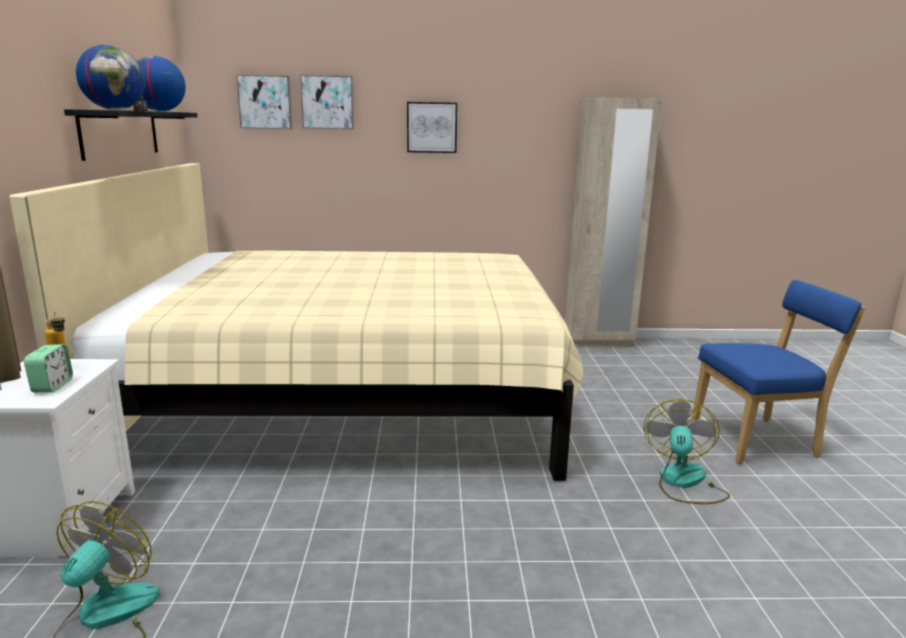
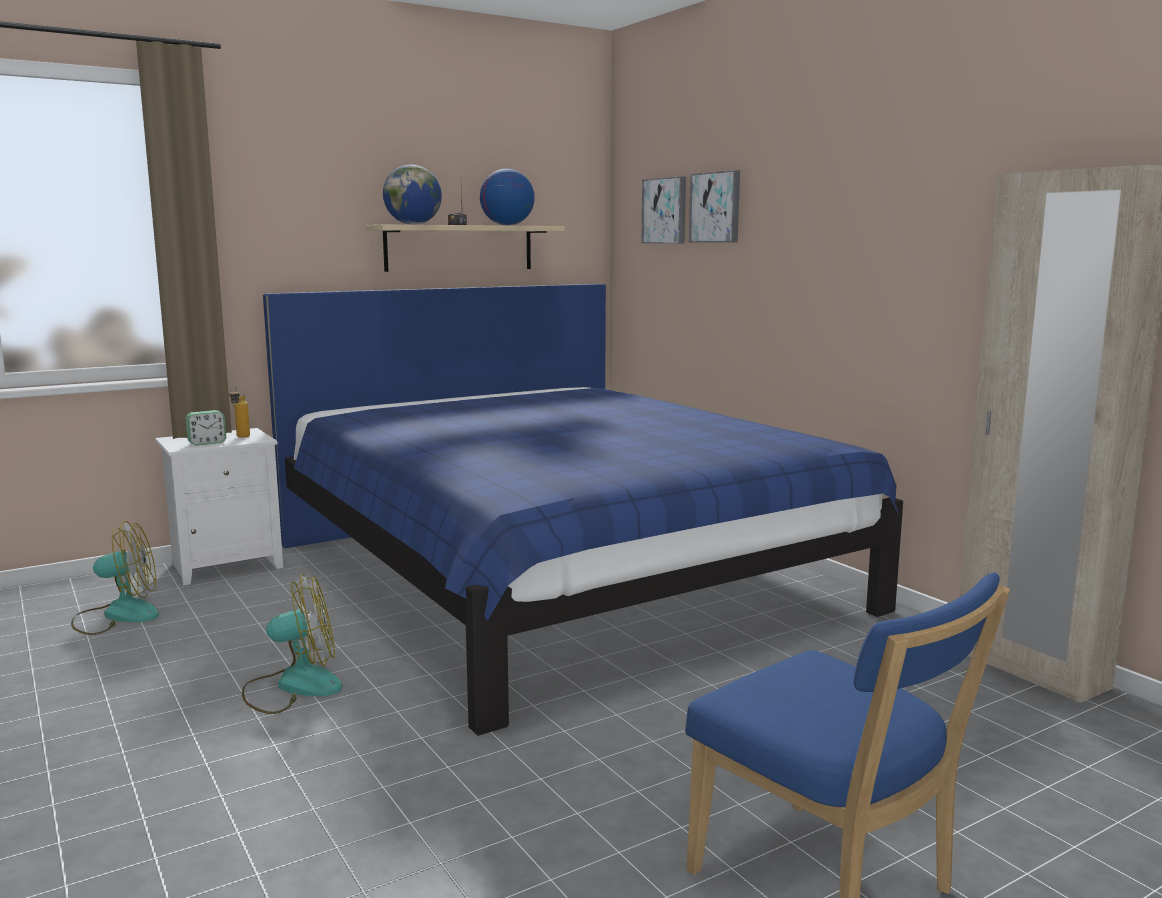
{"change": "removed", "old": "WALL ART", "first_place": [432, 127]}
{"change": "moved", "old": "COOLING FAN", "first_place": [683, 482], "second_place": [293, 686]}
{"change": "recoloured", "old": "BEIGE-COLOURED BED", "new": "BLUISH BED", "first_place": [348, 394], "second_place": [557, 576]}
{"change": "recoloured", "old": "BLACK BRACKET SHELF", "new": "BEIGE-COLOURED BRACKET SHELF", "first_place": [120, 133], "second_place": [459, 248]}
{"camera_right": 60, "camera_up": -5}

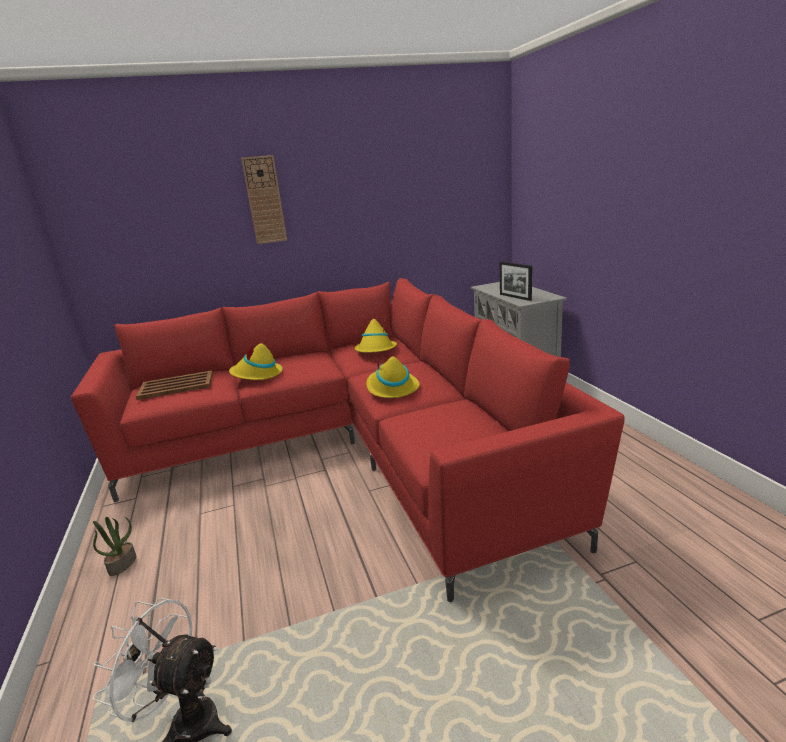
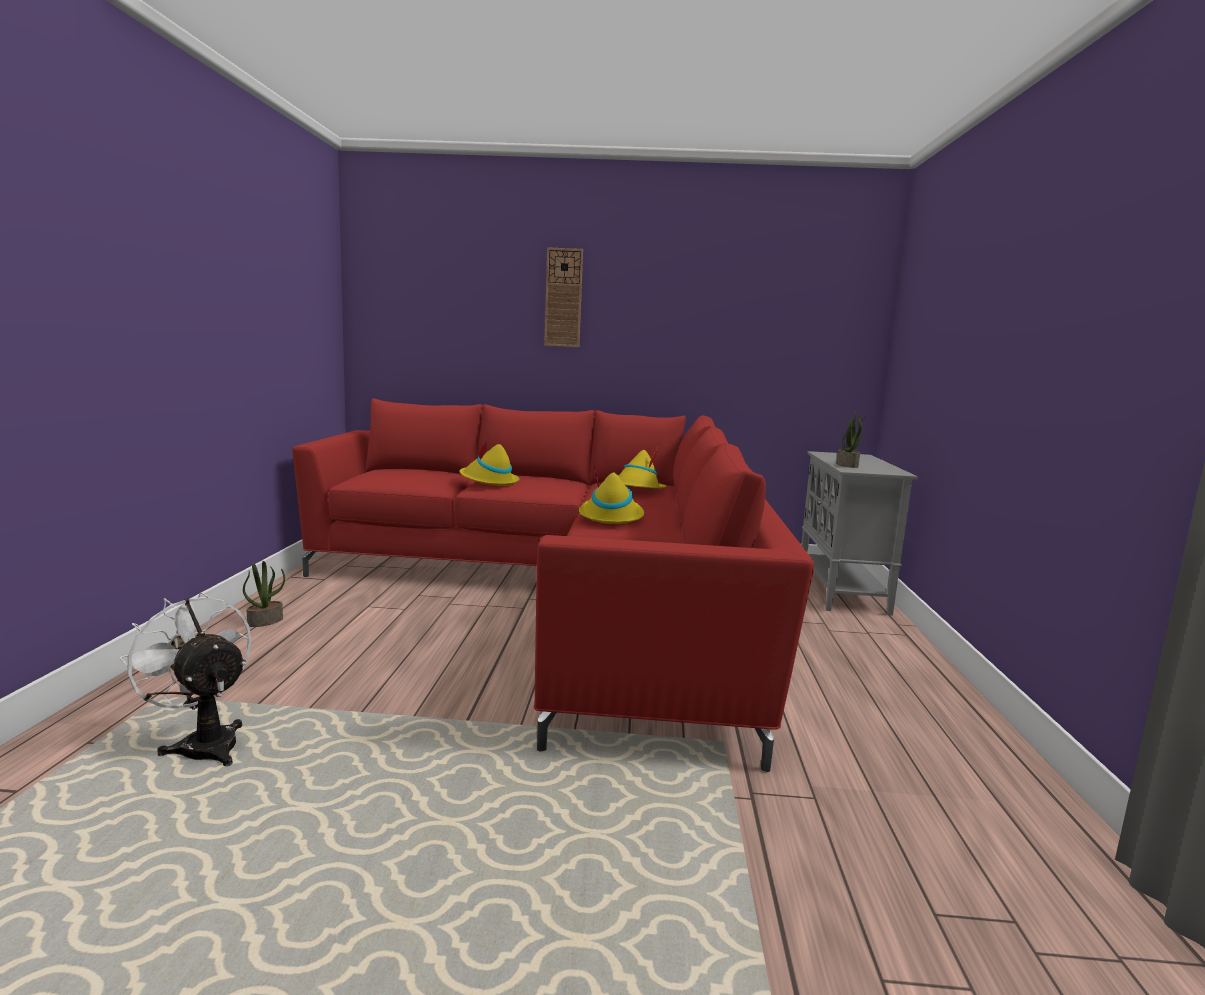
{"change": "removed", "old": "BROWN-COLOURED TRAY", "first_place": [175, 386]}
{"change": "replaced", "old": "STANDING FRAME", "new": "POTTED PLANT", "first_place": [515, 297], "second_place": [847, 465]}
{"camera_right": 20, "camera_up": -10}

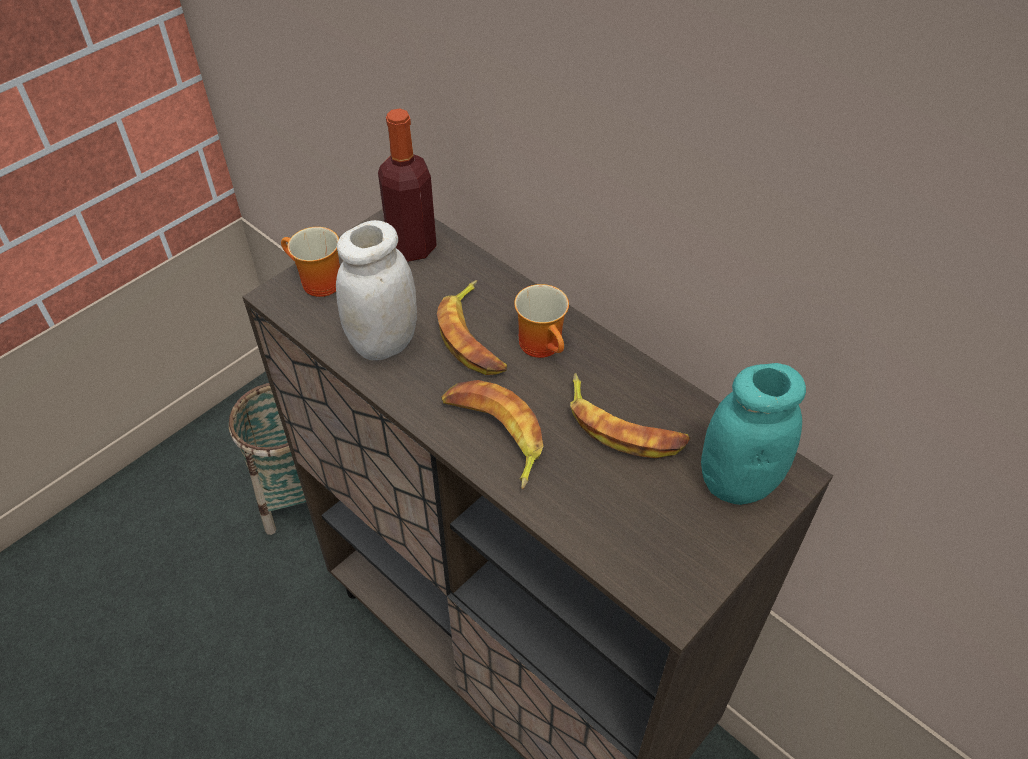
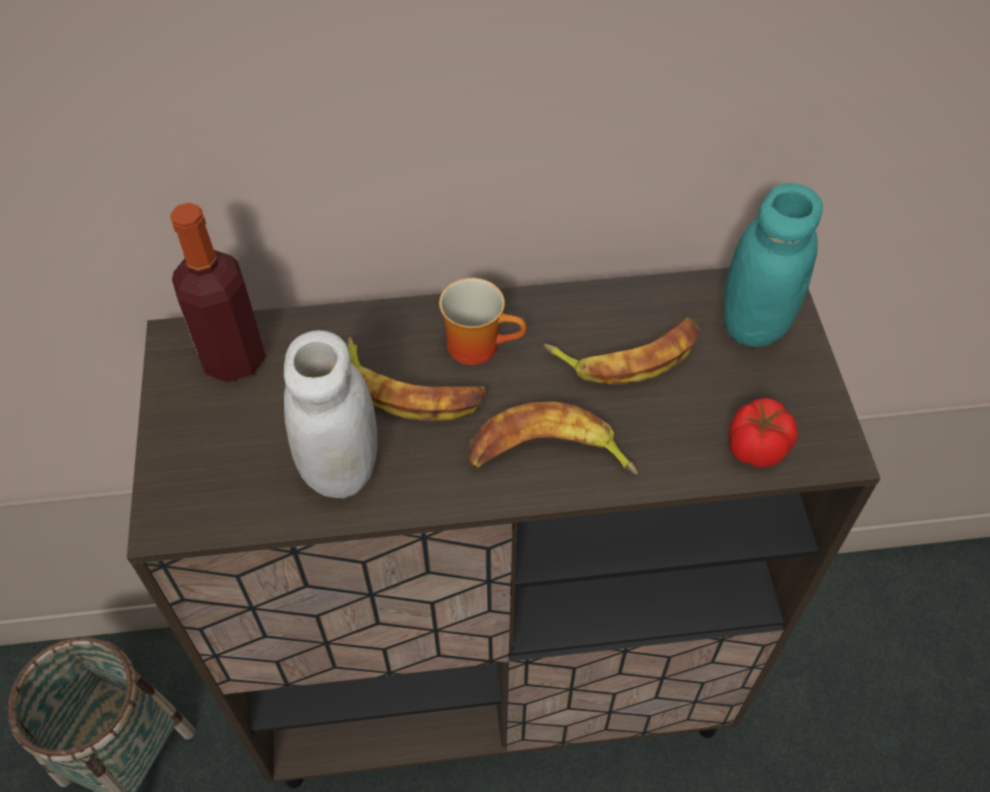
{"change": "removed", "old": "COFFEE MUG", "first_place": [316, 283]}
{"change": "added", "new": "FRESH TOMATO", "second_place": [755, 448]}
{"camera_right": -50, "camera_up": 5}

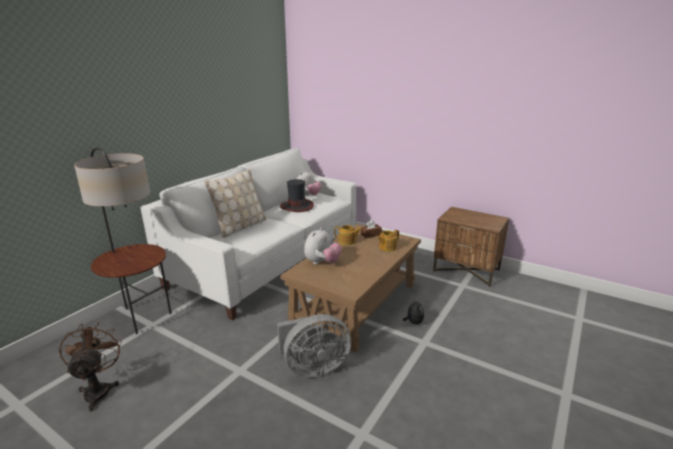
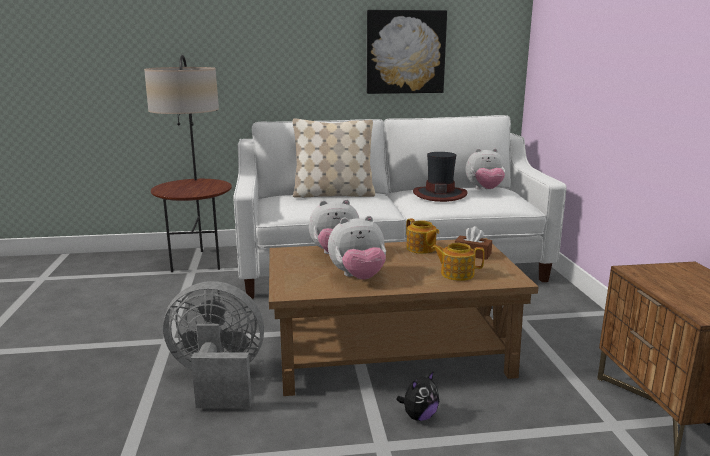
{"change": "removed", "old": "BROWN-COLOURED COOLING FAN", "first_place": [98, 389]}
{"change": "added", "new": "CUDDLY TOY", "second_place": [358, 277]}
{"change": "added", "new": "WALL ART", "second_place": [405, 52]}
{"change": "turned", "old": "GREY COOLING FAN", "first_place": [313, 367], "second_place": [218, 380], "degrees": 150}
{"camera_right": 50, "camera_up": -5}

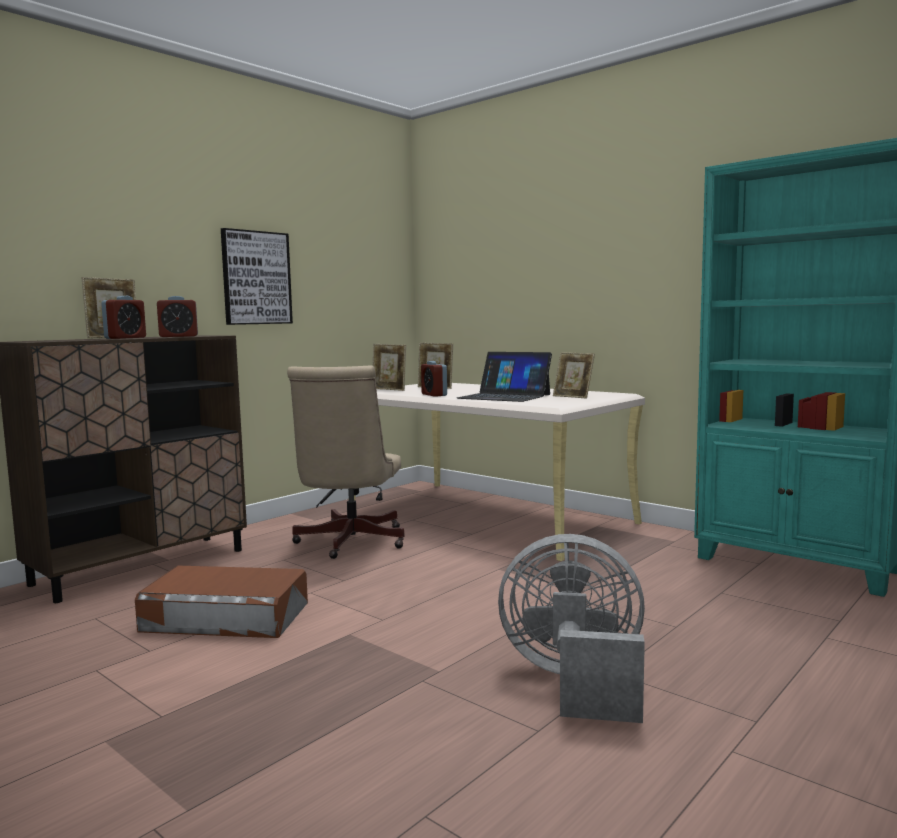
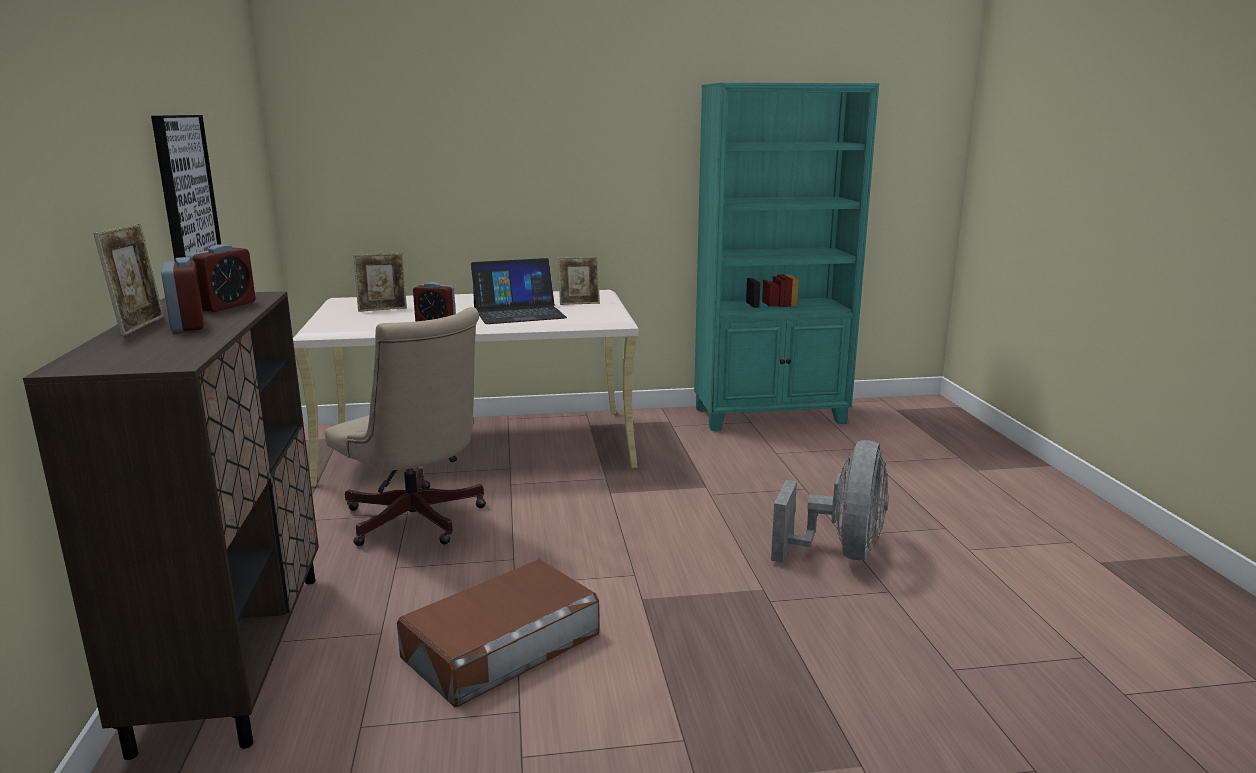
{"change": "removed", "old": "STANDING FRAME", "first_place": [389, 389]}
{"change": "turned", "old": "GREY COOLING FAN", "first_place": [575, 682], "second_place": [840, 552], "degrees": 150}
{"camera_right": -50, "camera_up": 10}

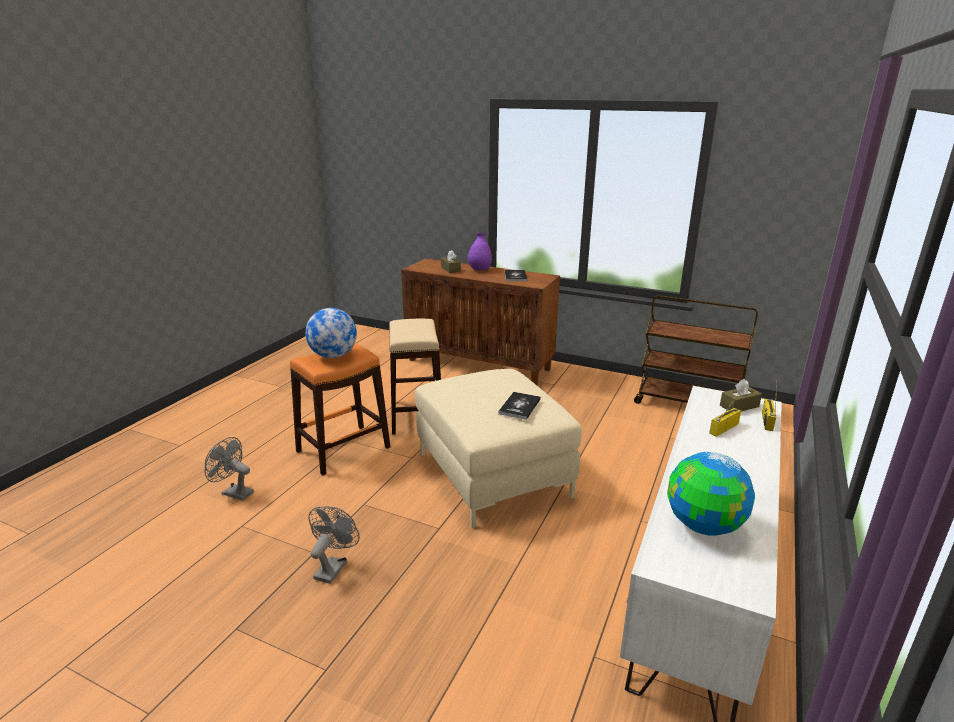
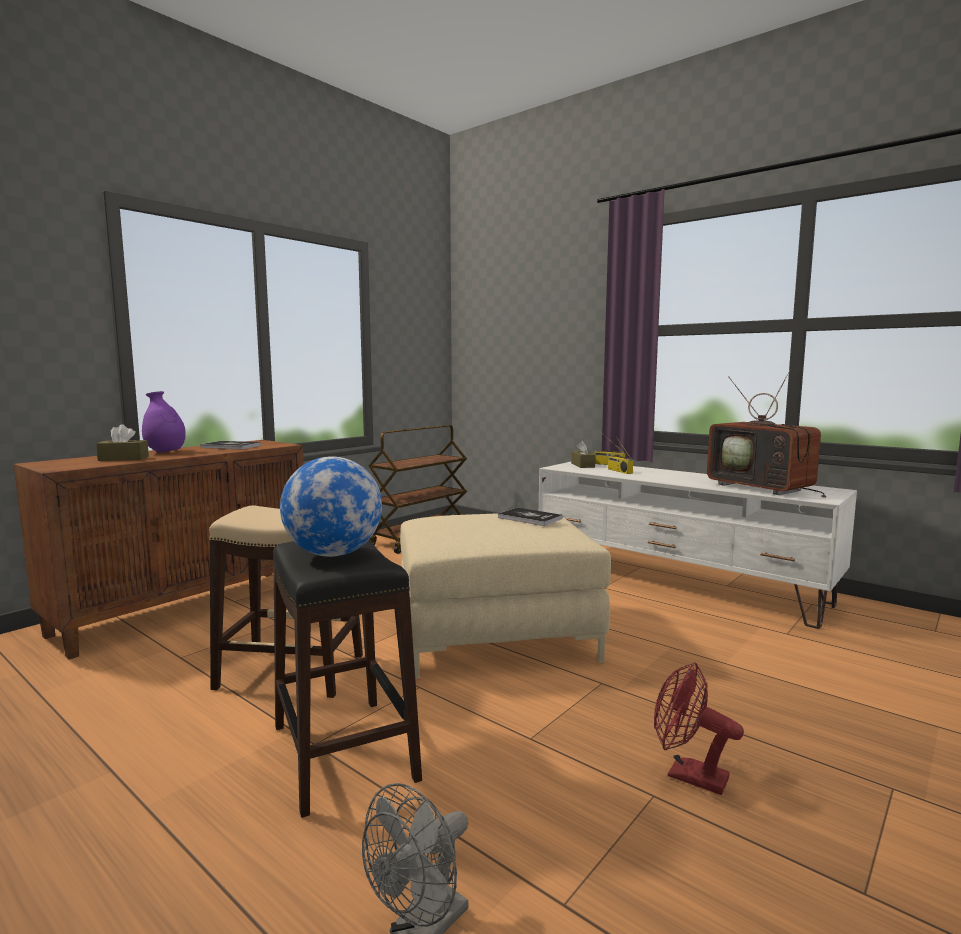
{"change": "replaced", "old": "WORLD GLOBE", "new": "TELEVISION", "first_place": [704, 526], "second_place": [764, 488]}
{"change": "recoloured", "old": "ORANGEY STOOL SEAT", "new": "BLACK STOOL SEAT", "first_place": [344, 449], "second_place": [344, 751]}
{"change": "recoloured", "old": "GREY COOLING FAN", "new": "RED-COLOURED COOLING FAN", "first_place": [333, 567], "second_place": [688, 775]}
{"camera_right": -75, "camera_up": -15}

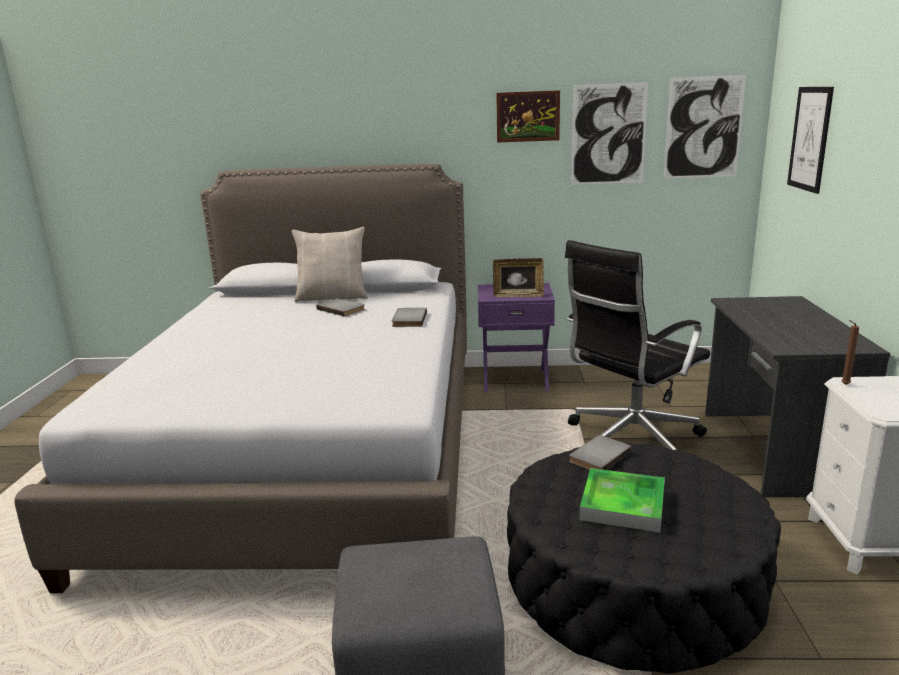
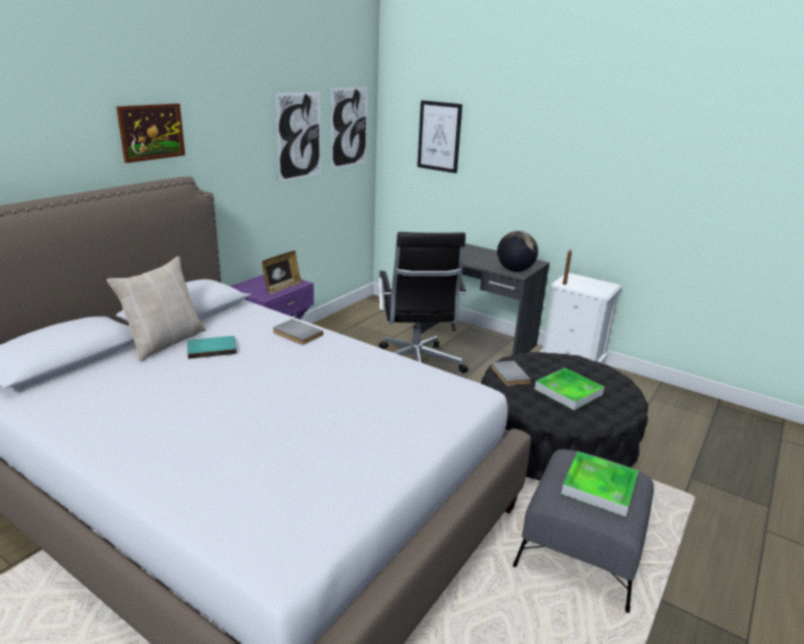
{"change": "added", "new": "WORLD GLOBE", "second_place": [515, 270]}
{"change": "added", "new": "TRAY", "second_place": [599, 486]}
{"change": "moved", "old": "WALL ART", "first_place": [528, 116], "second_place": [151, 132]}
{"change": "recoloured", "old": "GREY VOLUME", "new": "TURQUOISE-COLOURED VOLUME", "first_place": [342, 309], "second_place": [212, 348]}
{"camera_right": -60, "camera_up": 5}

